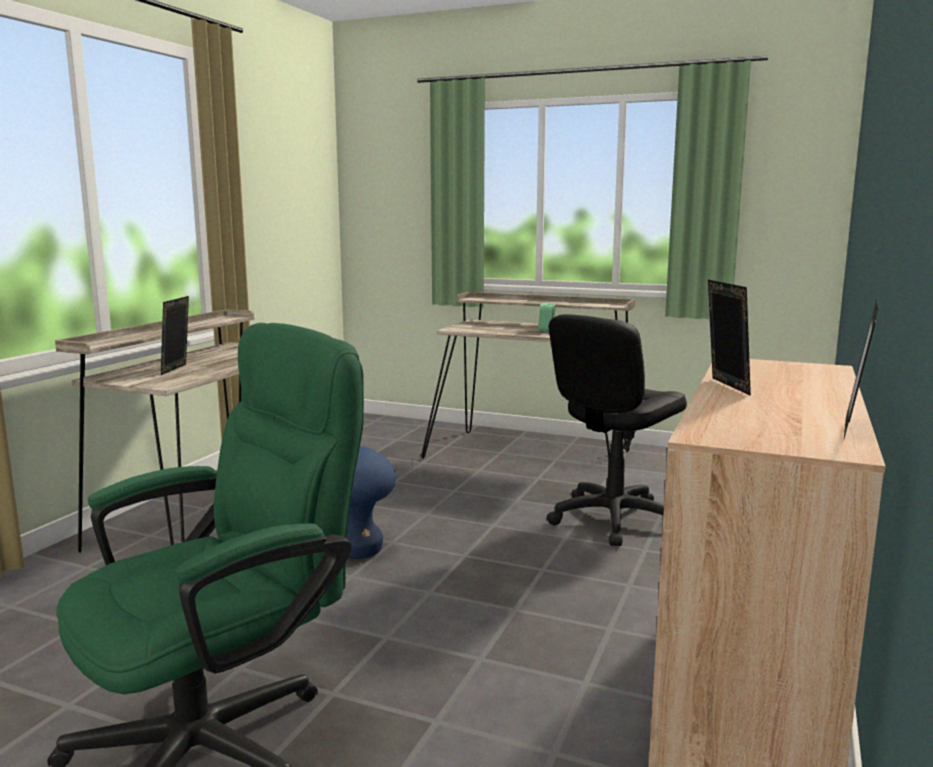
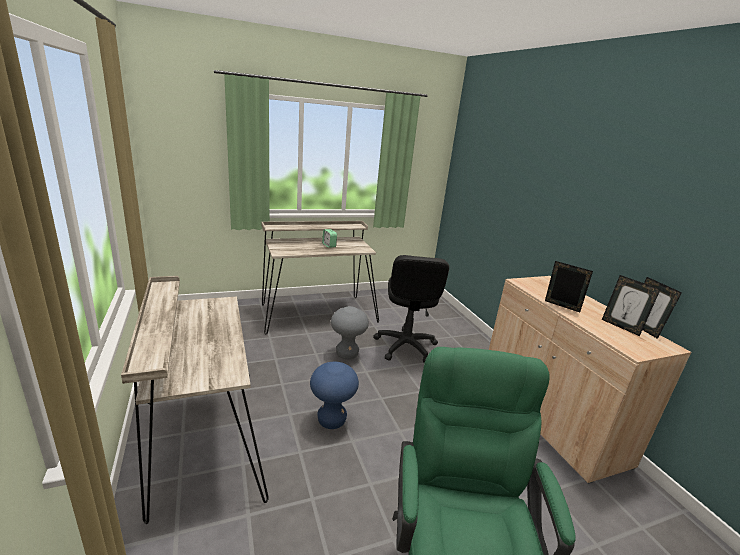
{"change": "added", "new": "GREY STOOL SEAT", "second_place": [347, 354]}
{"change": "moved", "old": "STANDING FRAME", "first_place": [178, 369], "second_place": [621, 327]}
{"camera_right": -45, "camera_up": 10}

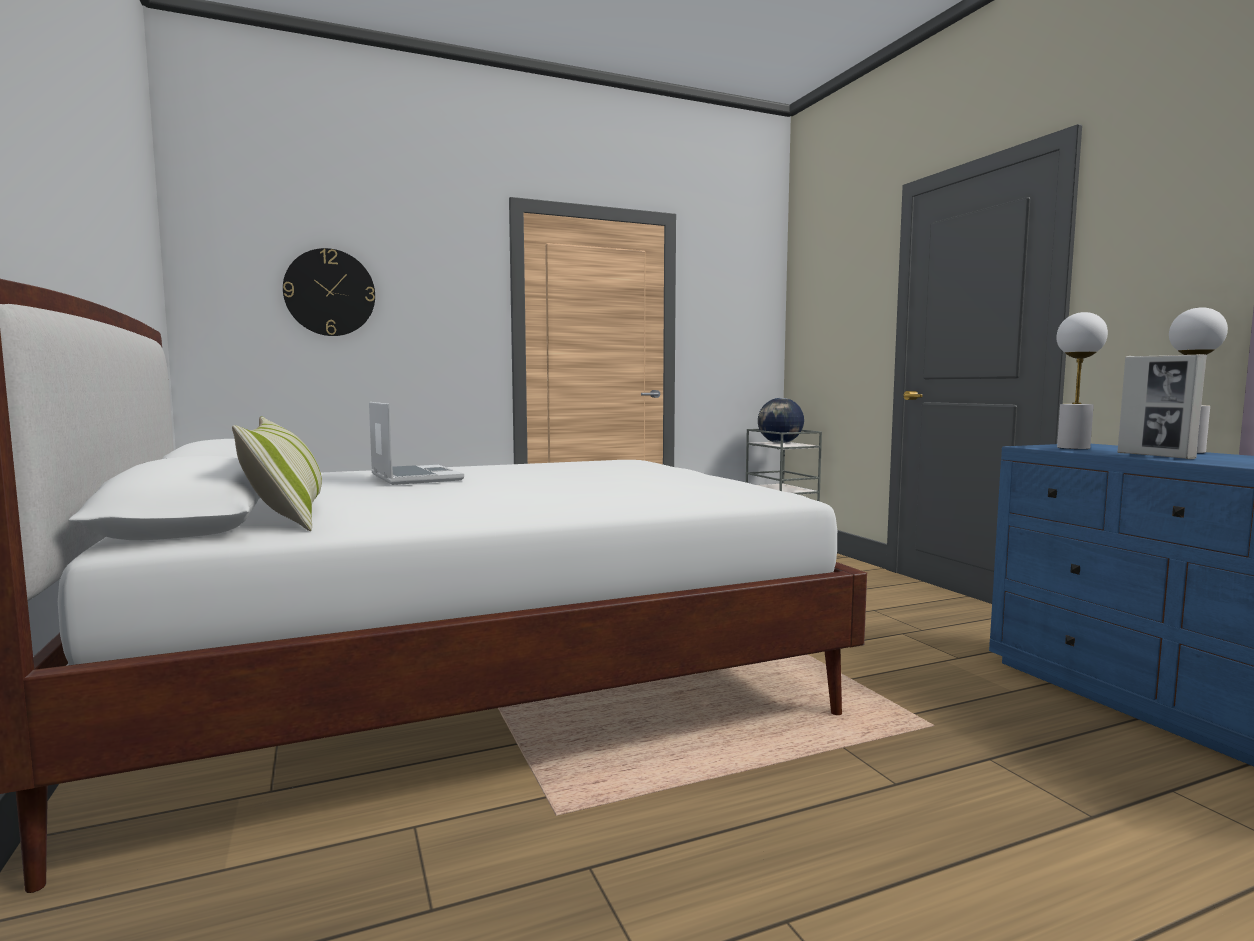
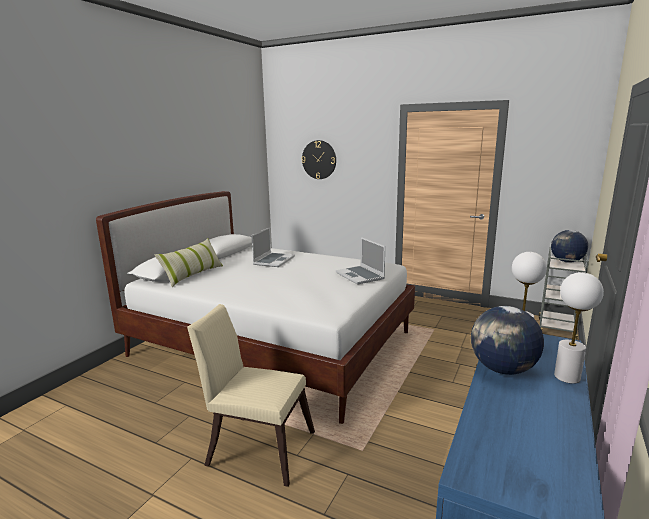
{"change": "added", "new": "BEIGE-COLOURED UPRIGHT CHAIR", "second_place": [256, 446]}
{"change": "added", "new": "PORTABLE COMPUTER", "second_place": [360, 276]}
{"change": "replaced", "old": "STANDING FRAME", "new": "WORLD GLOBE", "first_place": [1155, 456], "second_place": [503, 369]}
{"camera_right": 50, "camera_up": 10}

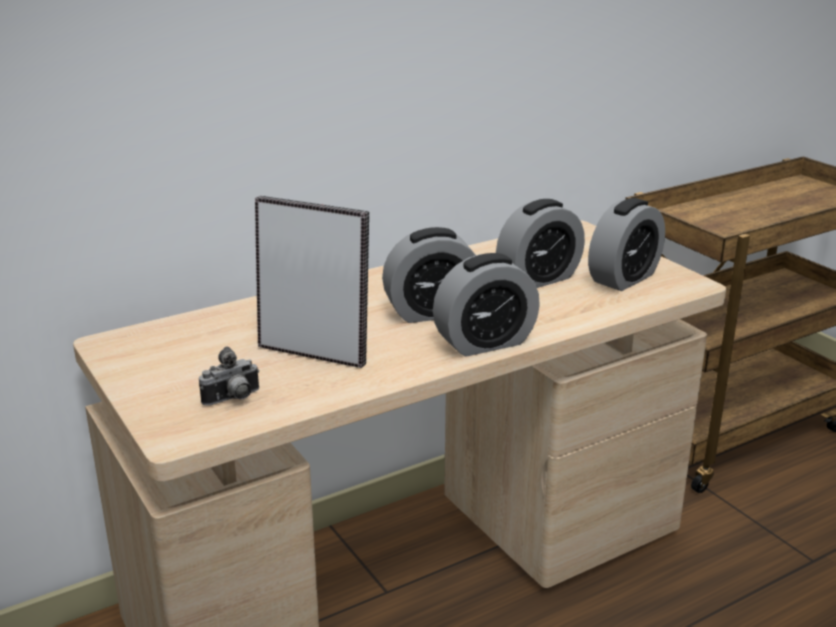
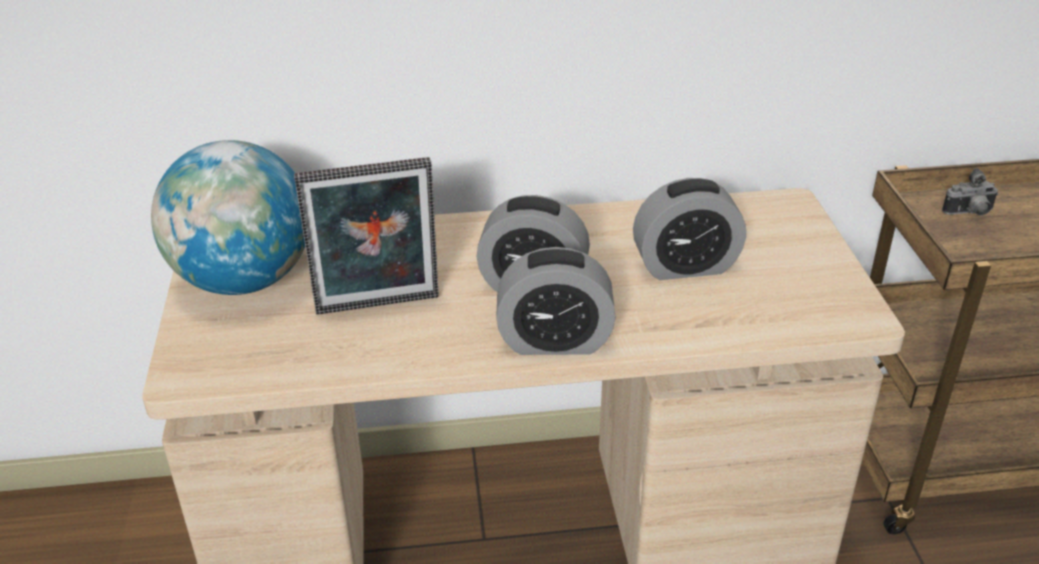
{"change": "removed", "old": "BEDSIDE CLOCK", "first_place": [624, 278]}
{"change": "added", "new": "WORLD GLOBE", "second_place": [245, 281]}
{"change": "moved", "old": "STILL CAMERA", "first_place": [233, 399], "second_place": [969, 213]}
{"change": "turned", "old": "STANDING FRAME", "first_place": [314, 352], "second_place": [378, 307], "degrees": 120}
{"camera_right": 25, "camera_up": 10}

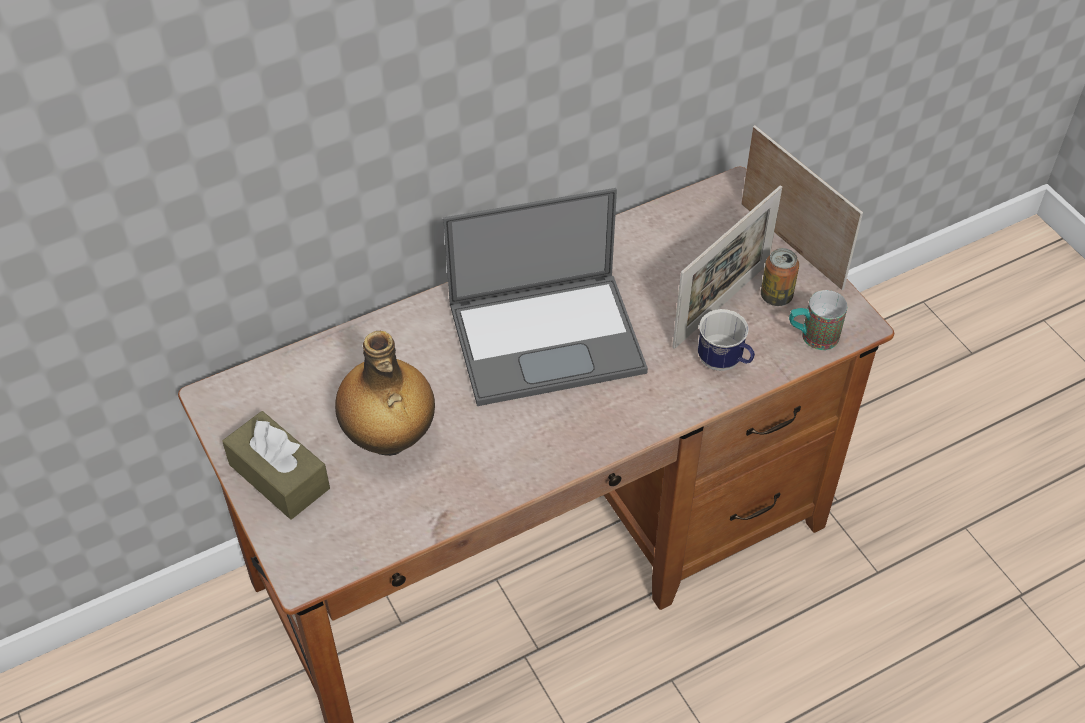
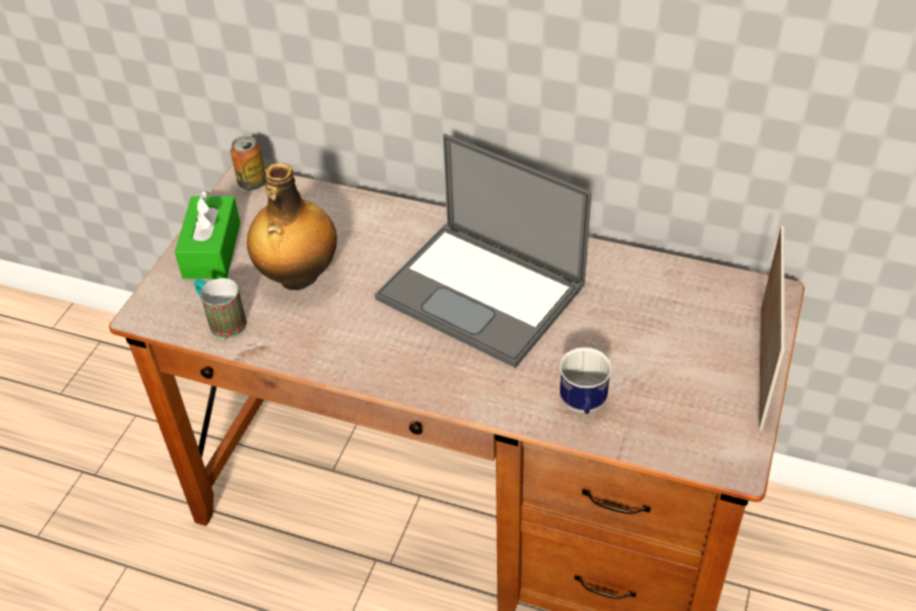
{"change": "removed", "old": "STANDING FRAME", "first_place": [721, 305]}
{"change": "moved", "old": "CAN", "first_place": [776, 296], "second_place": [252, 183]}
{"change": "moved", "old": "COFFEE MUG", "first_place": [811, 337], "second_place": [222, 321]}
{"change": "recoloured", "old": "BROWN-COLOURED TISSUE BOX", "new": "GREEN TISSUE BOX", "first_place": [279, 476], "second_place": [212, 250]}
{"camera_right": 50, "camera_up": -5}

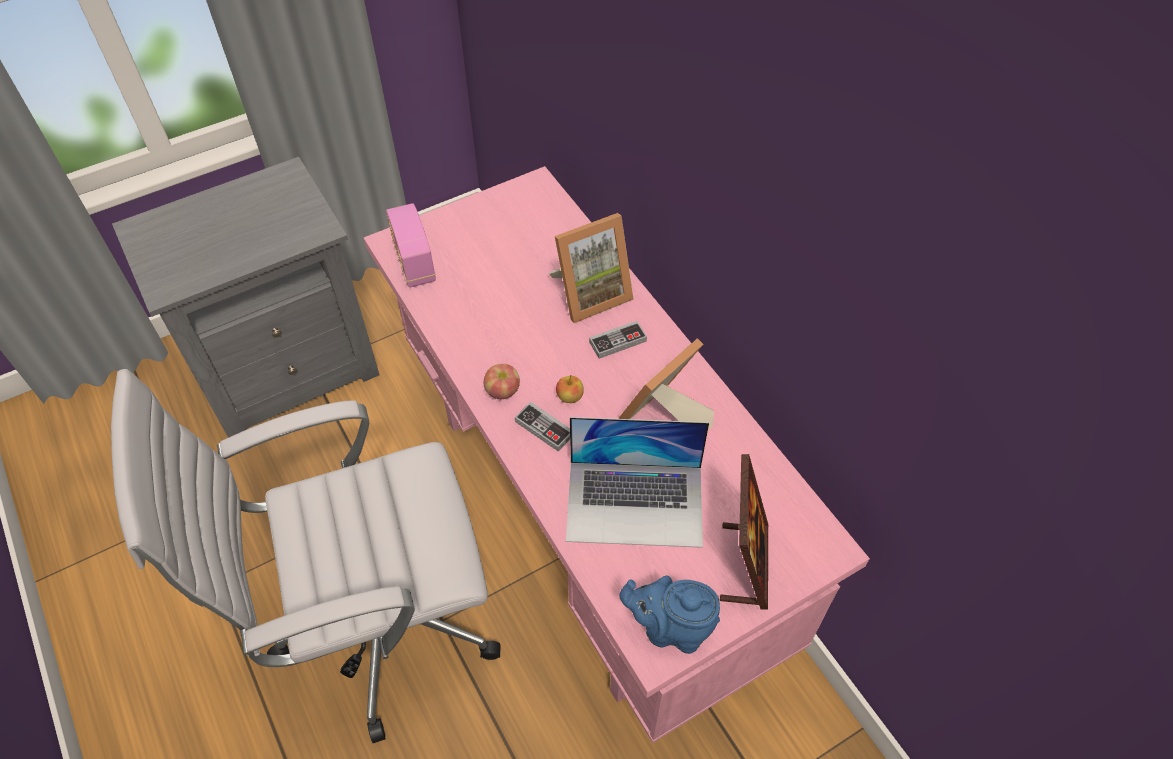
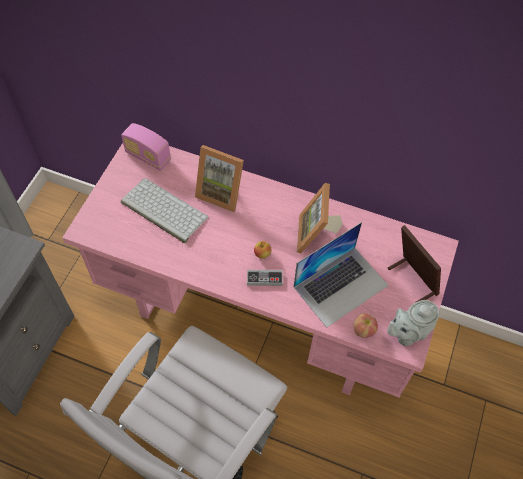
{"change": "removed", "old": "GAME CONTROLLER", "first_place": [617, 341]}
{"change": "added", "new": "COMPUTER KEYBOARD", "second_place": [162, 210]}
{"change": "moved", "old": "RADIO SET", "first_place": [414, 262], "second_place": [148, 157]}
{"change": "moved", "old": "WHOLE APPLE", "first_place": [503, 391], "second_place": [363, 330]}
{"change": "recoloured", "old": "BLUISH TEAPOT", "new": "GREY TEAPOT", "first_place": [671, 628], "second_place": [407, 333]}
{"change": "turned", "old": "STANDING FRAME", "first_place": [590, 293], "second_place": [221, 192], "degrees": 90}
{"camera_right": -40, "camera_up": 5}

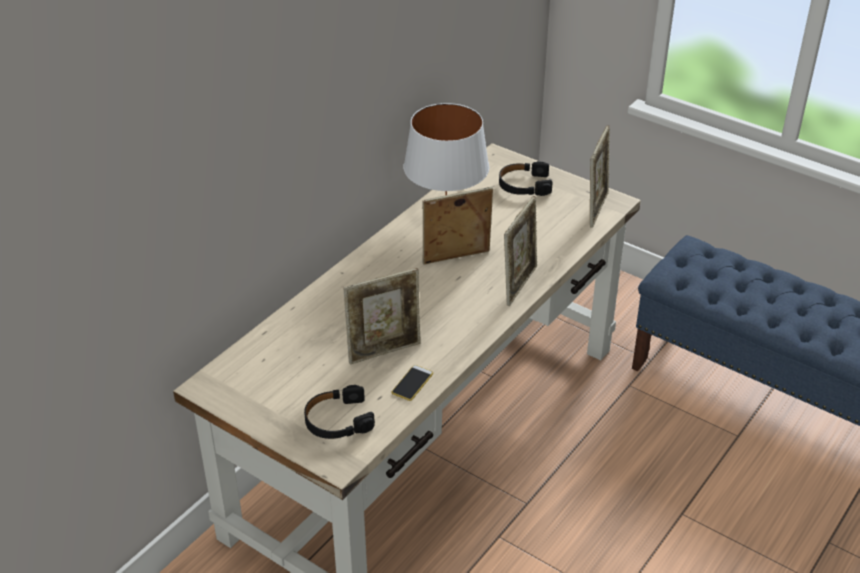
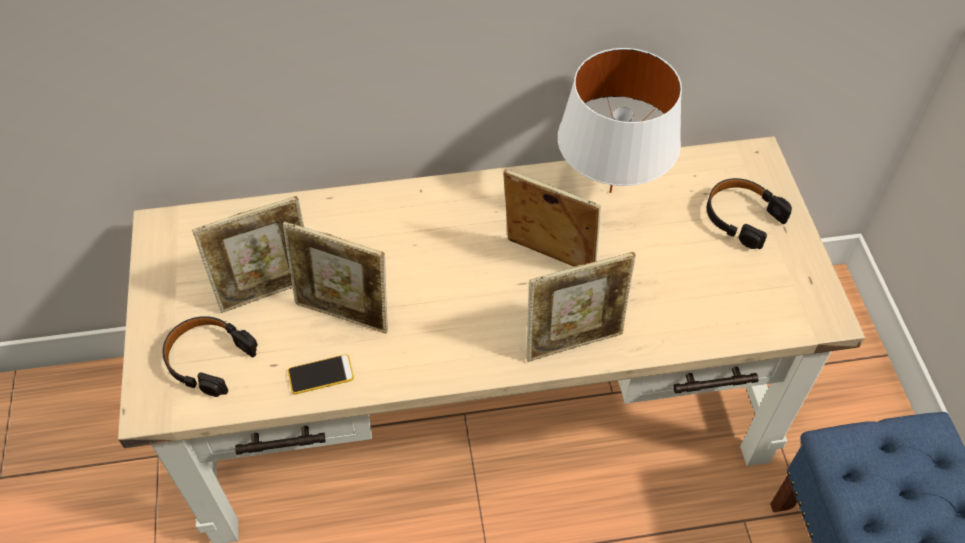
{"change": "moved", "old": "STANDING FRAME", "first_place": [596, 208], "second_place": [268, 291]}
{"camera_right": 45, "camera_up": 15}

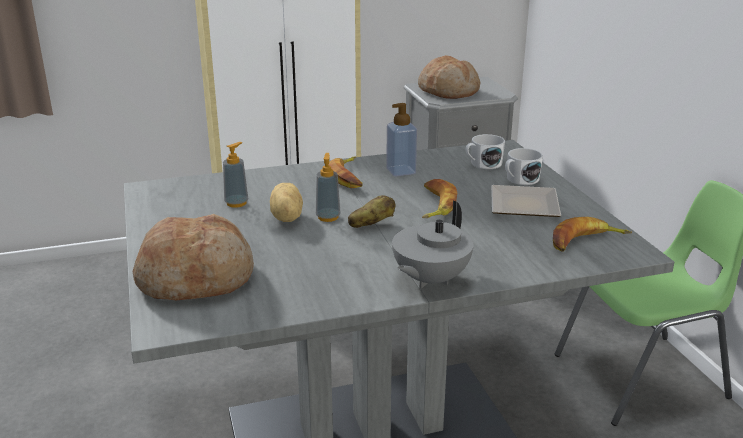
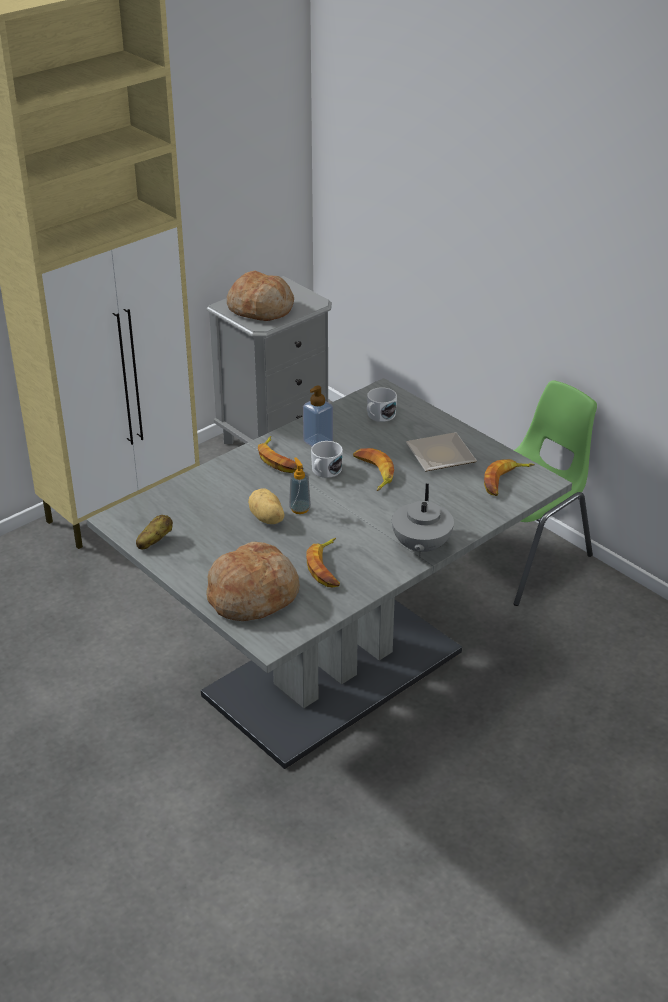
{"change": "removed", "old": "SOAP DISPENSER", "first_place": [236, 203]}
{"change": "added", "new": "BANANA", "second_place": [326, 567]}
{"change": "moved", "old": "WHOLE POTATO", "first_place": [371, 224], "second_place": [154, 541]}
{"change": "moved", "old": "WHITISH COFFEE MUG", "first_place": [519, 180], "second_place": [324, 471]}
{"camera_right": -25, "camera_up": 10}

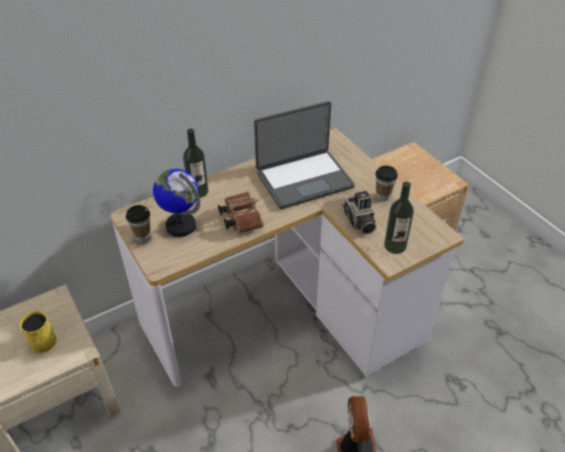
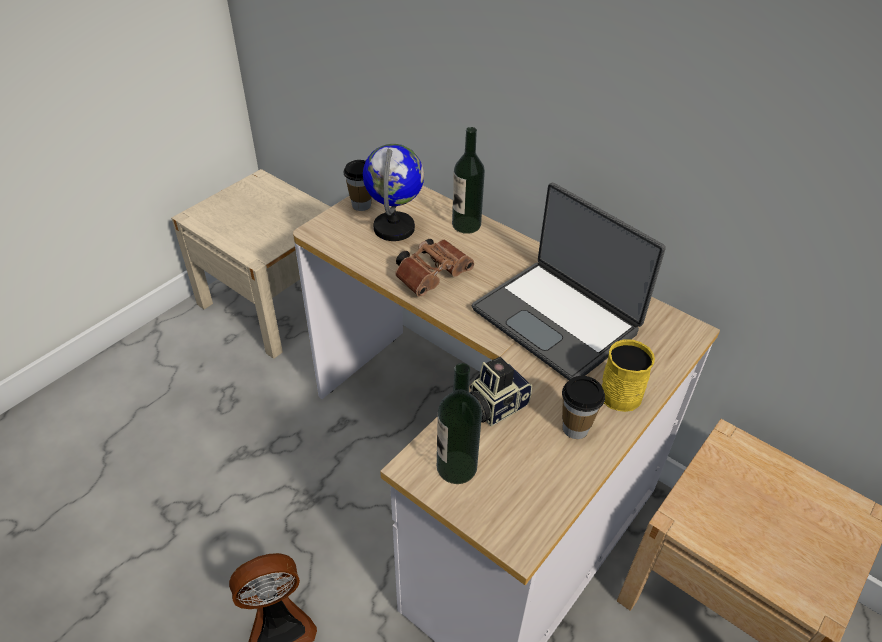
{"change": "moved", "old": "YELLOW-COLOURED COFFEE MUG", "first_place": [42, 339], "second_place": [624, 391]}
{"camera_right": 70, "camera_up": 0}

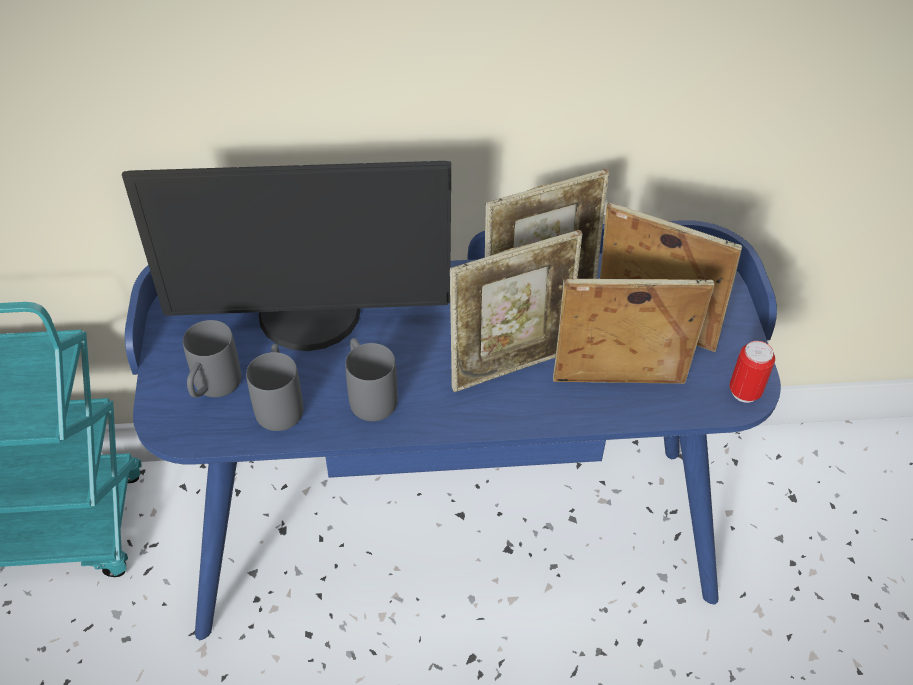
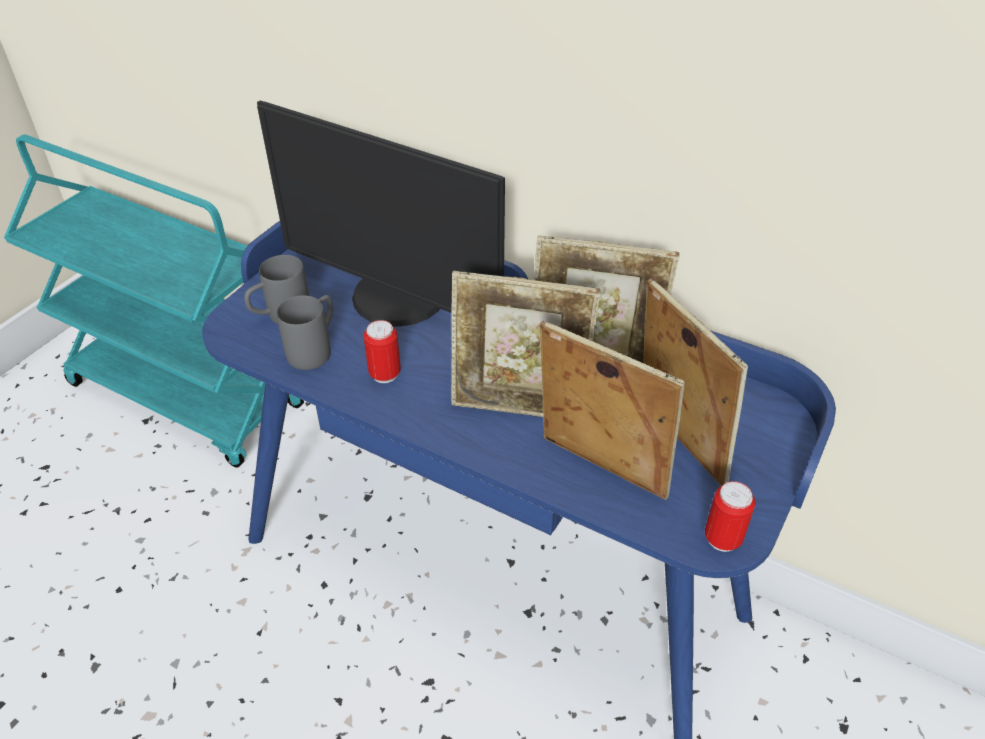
{"change": "replaced", "old": "GREY COFFEE MUG", "new": "CAN", "first_place": [368, 394], "second_place": [385, 374]}
{"camera_right": 35, "camera_up": -5}

